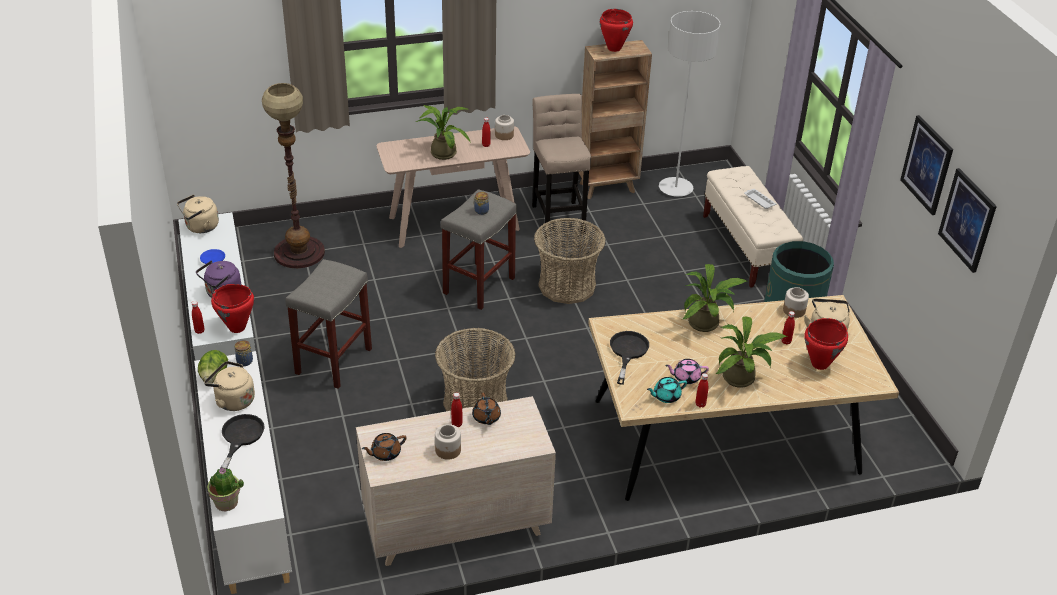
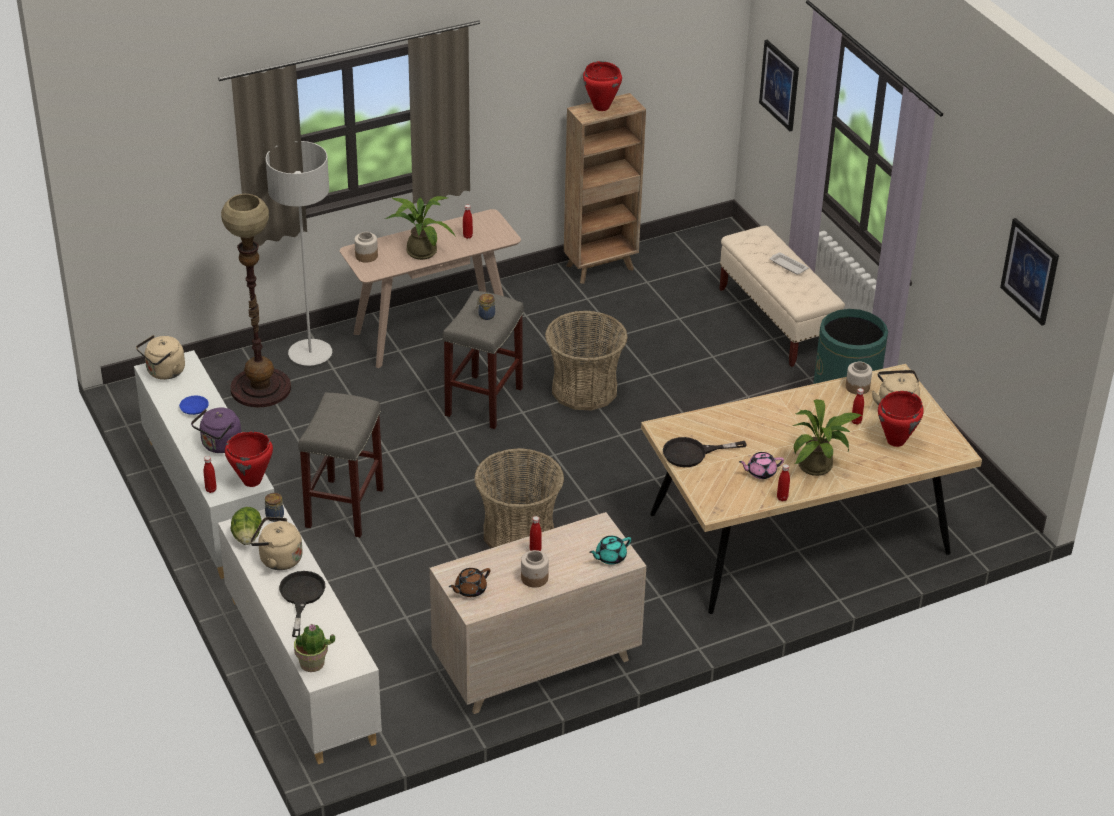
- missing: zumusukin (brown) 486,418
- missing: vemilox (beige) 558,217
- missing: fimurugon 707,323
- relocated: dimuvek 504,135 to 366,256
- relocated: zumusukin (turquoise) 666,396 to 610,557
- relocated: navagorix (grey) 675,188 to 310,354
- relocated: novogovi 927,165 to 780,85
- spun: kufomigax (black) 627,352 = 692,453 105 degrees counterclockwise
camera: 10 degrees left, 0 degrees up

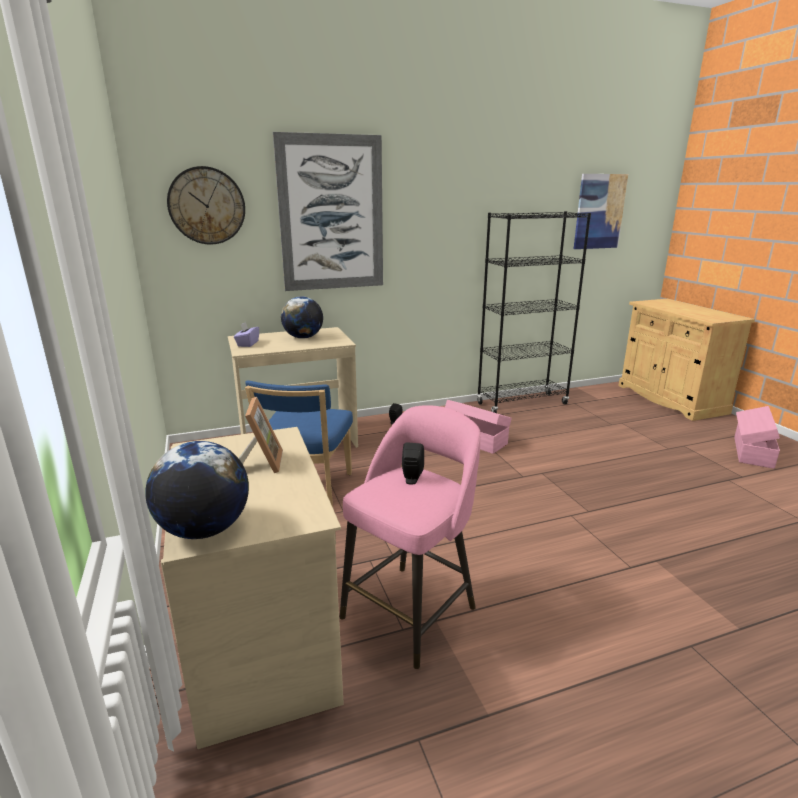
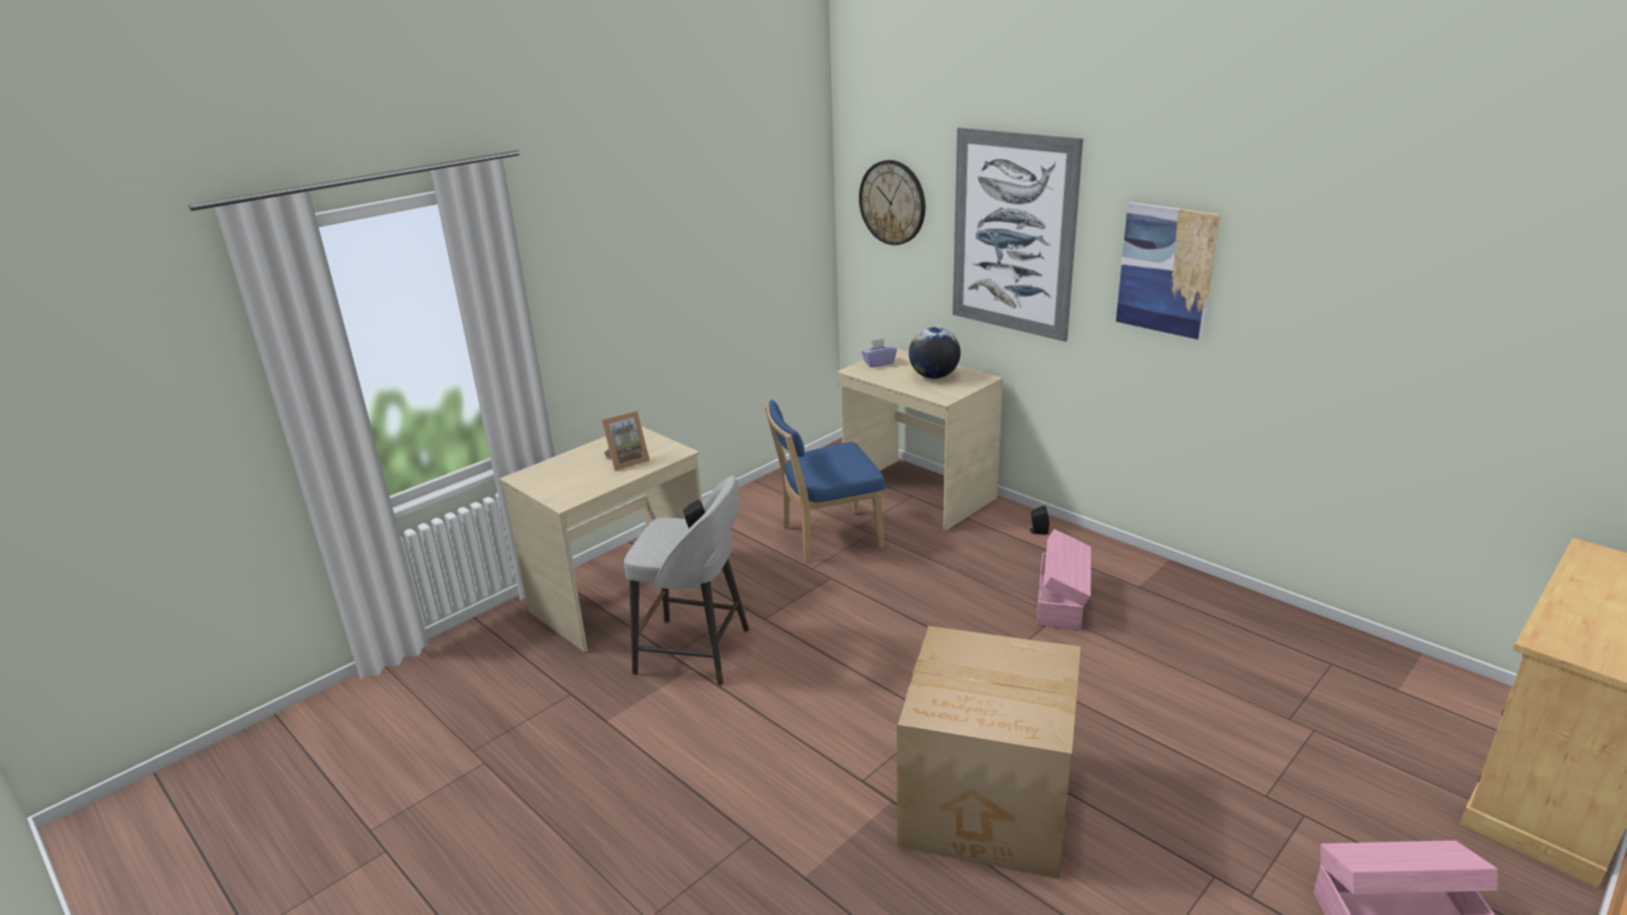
- missing: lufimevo 204,530
- missing: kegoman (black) 522,404
- appeared: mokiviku 989,805
- relocated: novogovi 599,211 to 1166,270
- colour: vemilox (pink) 411,610 to vemilox (grey) 696,652
camera: 65 degrees right, 5 degrees up

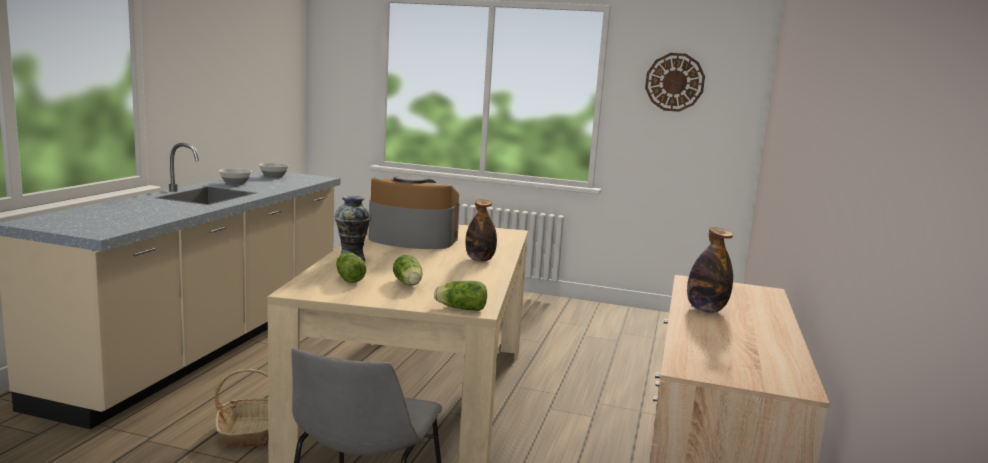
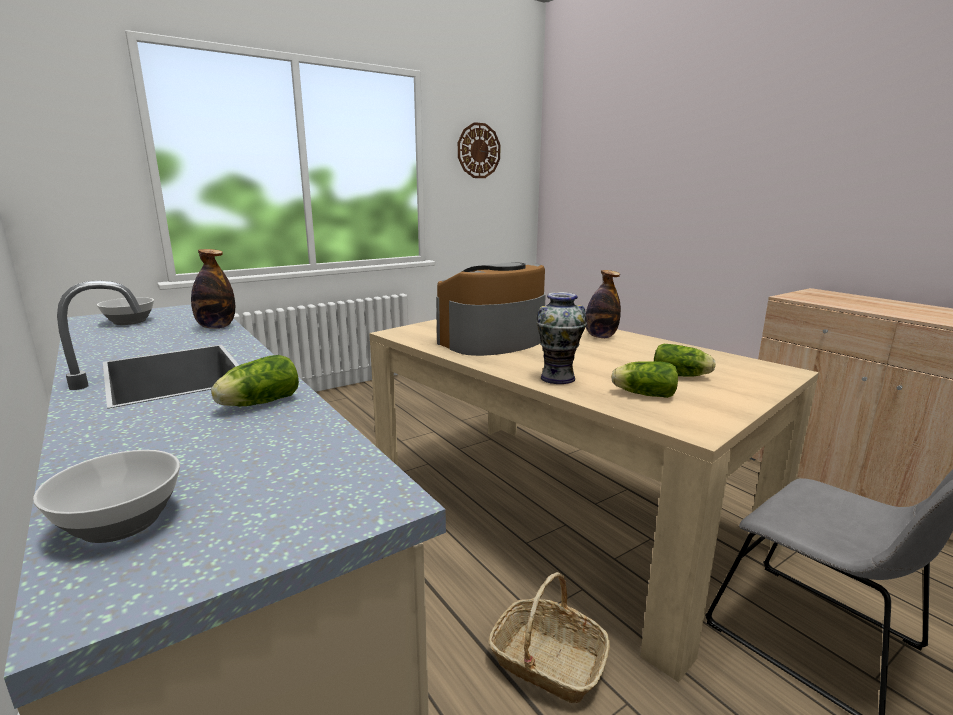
- relocated: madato 235,183 to 120,524
- relocated: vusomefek 460,308 to 257,403
- relocated: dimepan 705,310 to 216,327
camera: 50 degrees left, 5 degrees up

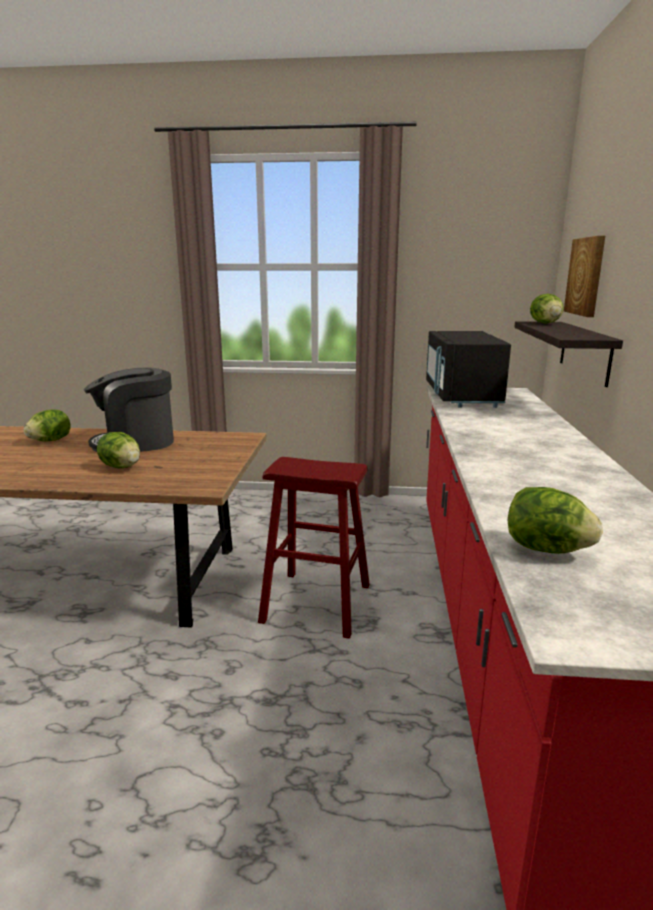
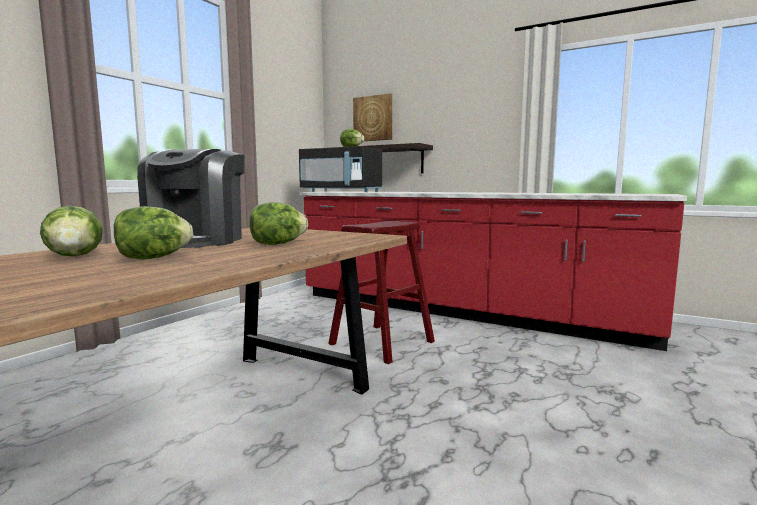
- relocated: vusomefek 546,549 to 153,258
camera: 65 degrees left, 10 degrees down

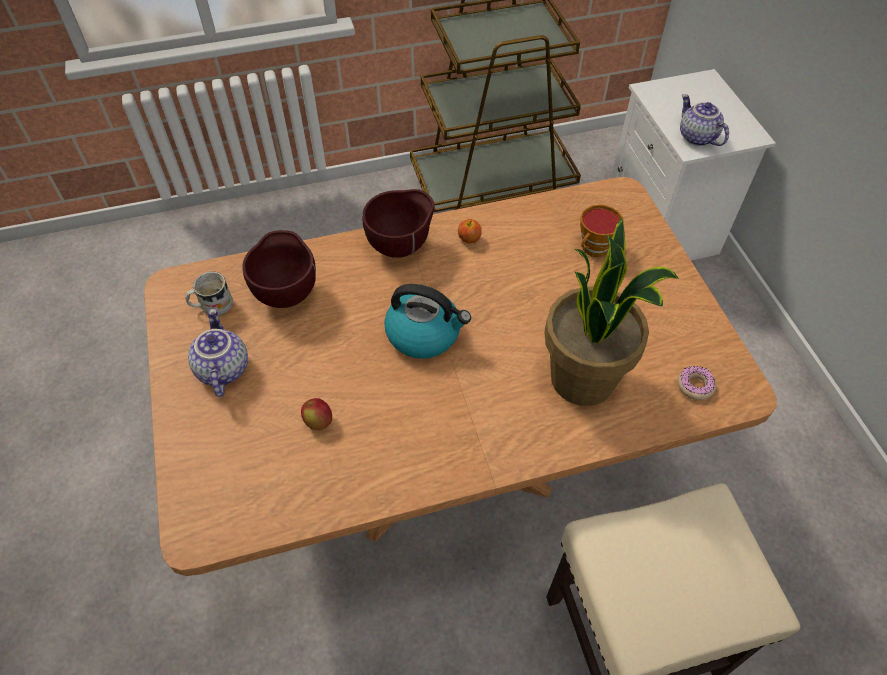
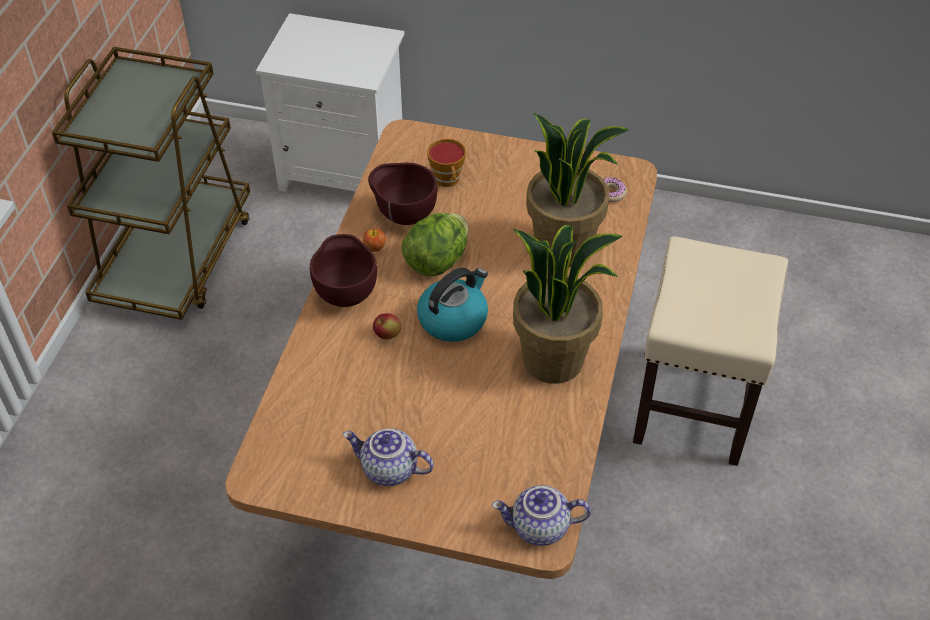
- missing: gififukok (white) 212,306
- appeared: vusomefek 437,261
- appeared: fimurugon 554,359
- relocated: madato (brown) 287,293 to 404,216
- relocated: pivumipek 318,422 to 387,335
- relocated: zumusukin 696,137 to 539,528
camera: 60 degrees left, 5 degrees down

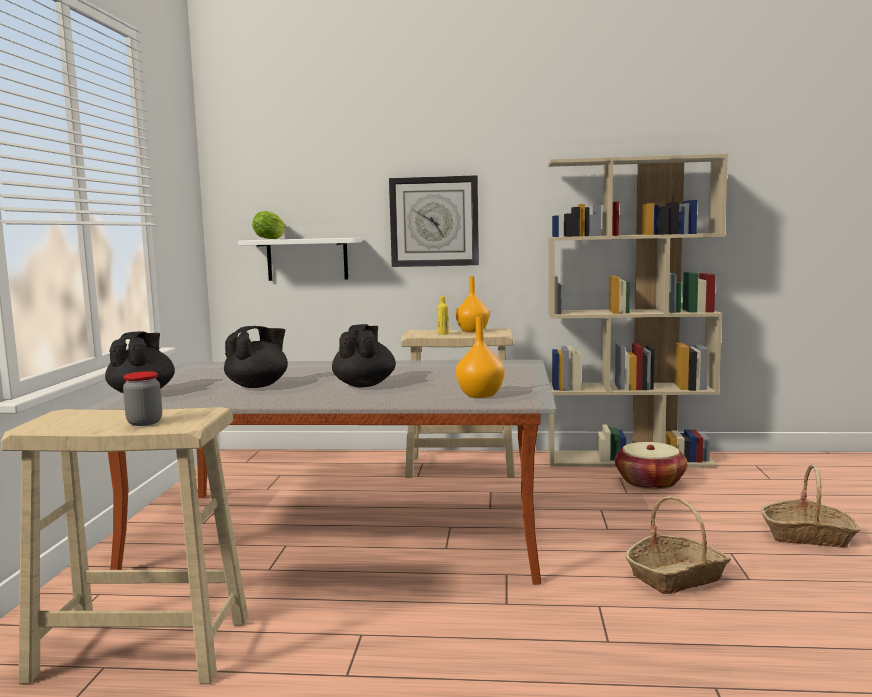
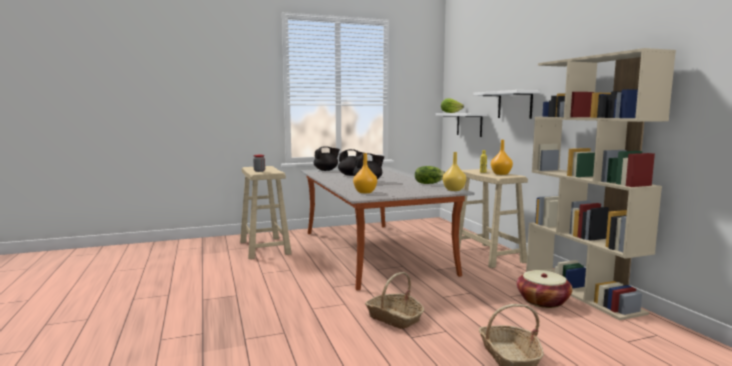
- appeared: vusomefek 428,183
- appeared: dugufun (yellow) 453,190
- exchanged: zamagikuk 434,221 to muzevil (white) 515,105
camera: 65 degrees right, 0 degrees up

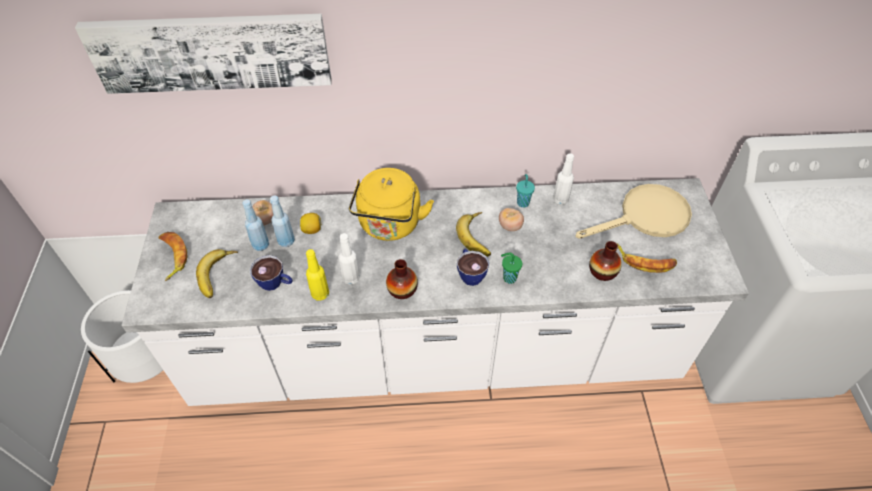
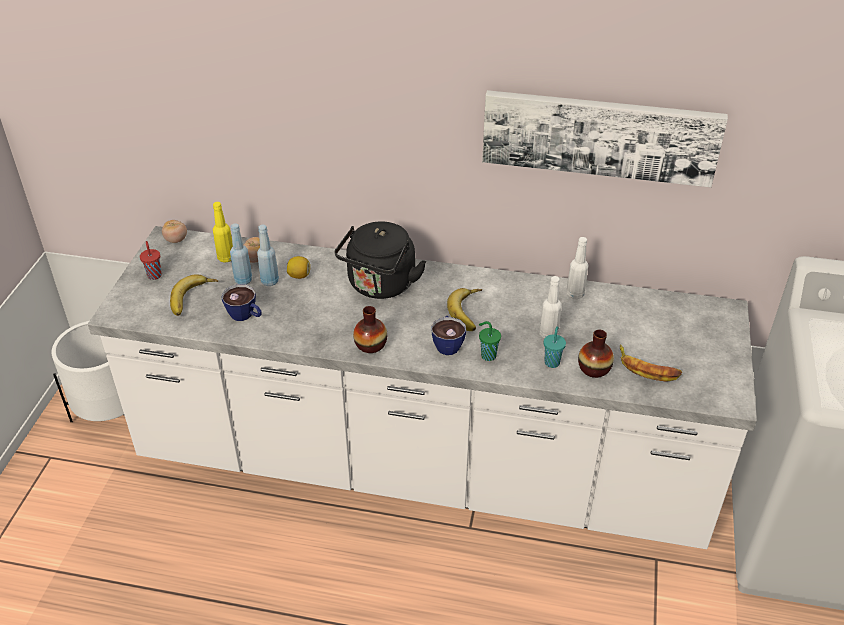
- missing: kufomigax (beige) 645,217
- relocated: novogovi 211,51 to 600,136
- relocated: dimepan (yellow) 320,294 to 226,258
- relocated: dimepan (white) 351,278 to 548,334
- relocated: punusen 510,226 to 176,240
- relocated: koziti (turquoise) 523,202 to 552,362
- exchanged: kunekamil 172,257 to koziti (red) 154,275
- colour: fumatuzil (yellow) 390,226 to fumatuzil (black) 380,286
camera: 15 degrees right, 10 degrees down

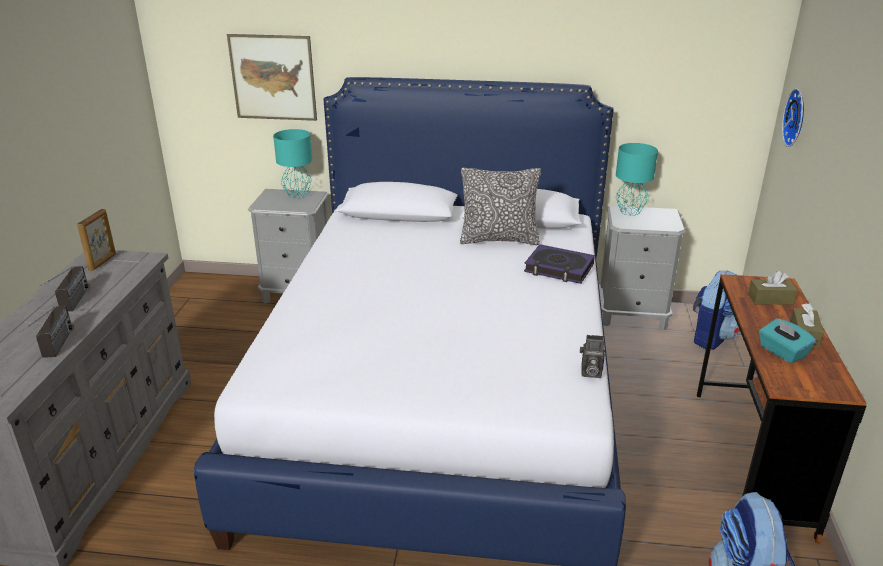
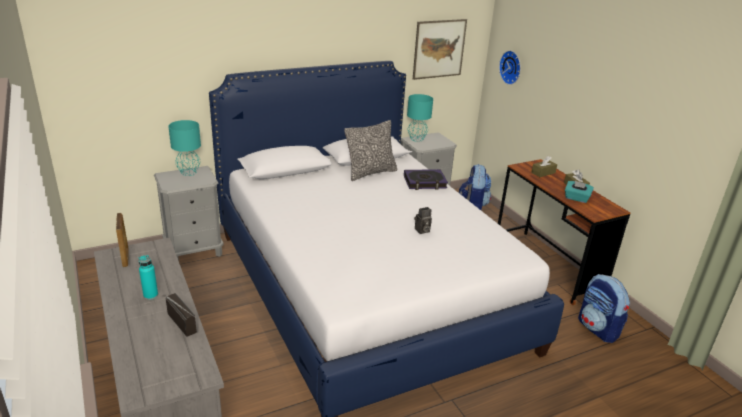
- relocated: novogovi 273,77 to 439,49
- relocated: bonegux 589,372 to 422,231
- exchanged: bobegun 71,305 to dimepan (turquoise) 150,295
camera: 35 degrees left, 0 degrees up

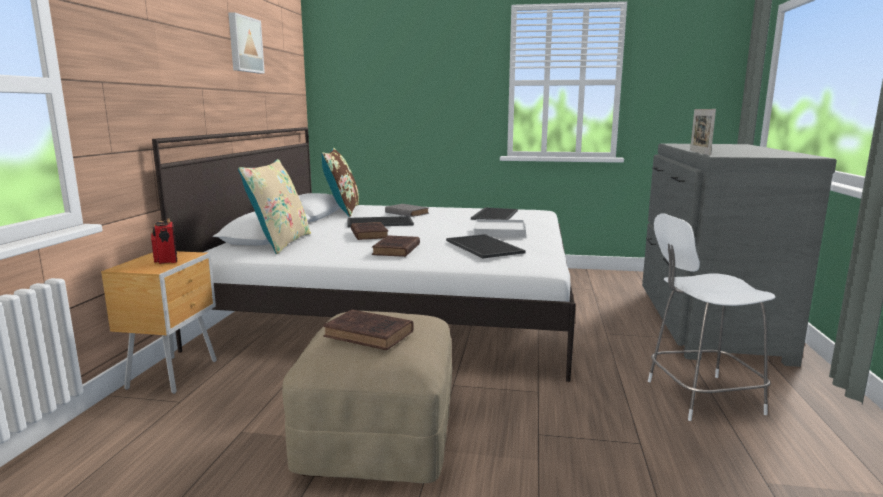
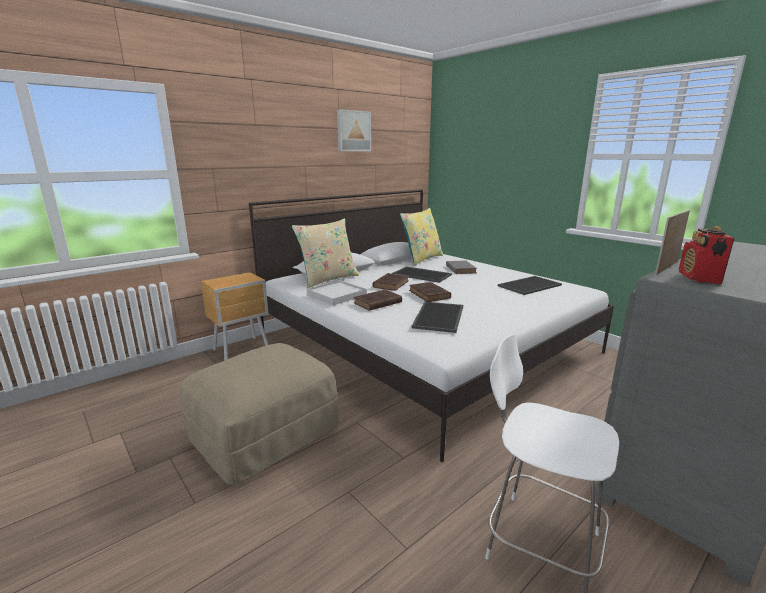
- relocated: bobegun 166,260 to 699,278
- relocated: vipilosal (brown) 370,334 to 430,295
- relocated: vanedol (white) 499,231 to 336,295
- colour: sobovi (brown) 342,210 to sobovi (yellow) 421,258
camera: 40 degrees right, 5 degrees up

